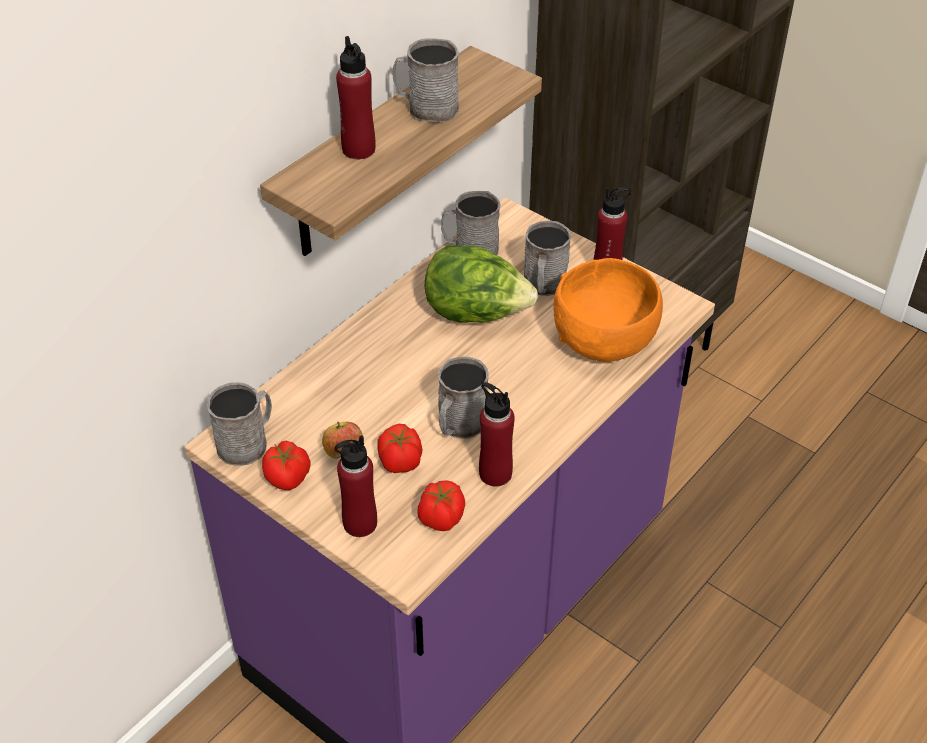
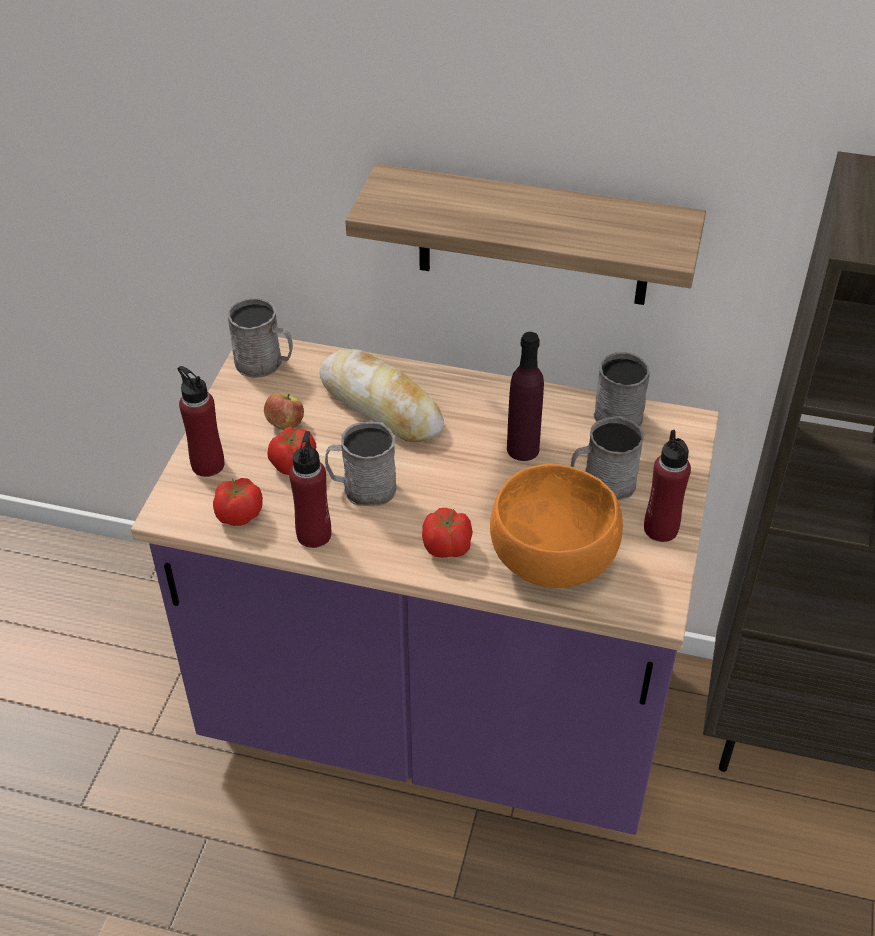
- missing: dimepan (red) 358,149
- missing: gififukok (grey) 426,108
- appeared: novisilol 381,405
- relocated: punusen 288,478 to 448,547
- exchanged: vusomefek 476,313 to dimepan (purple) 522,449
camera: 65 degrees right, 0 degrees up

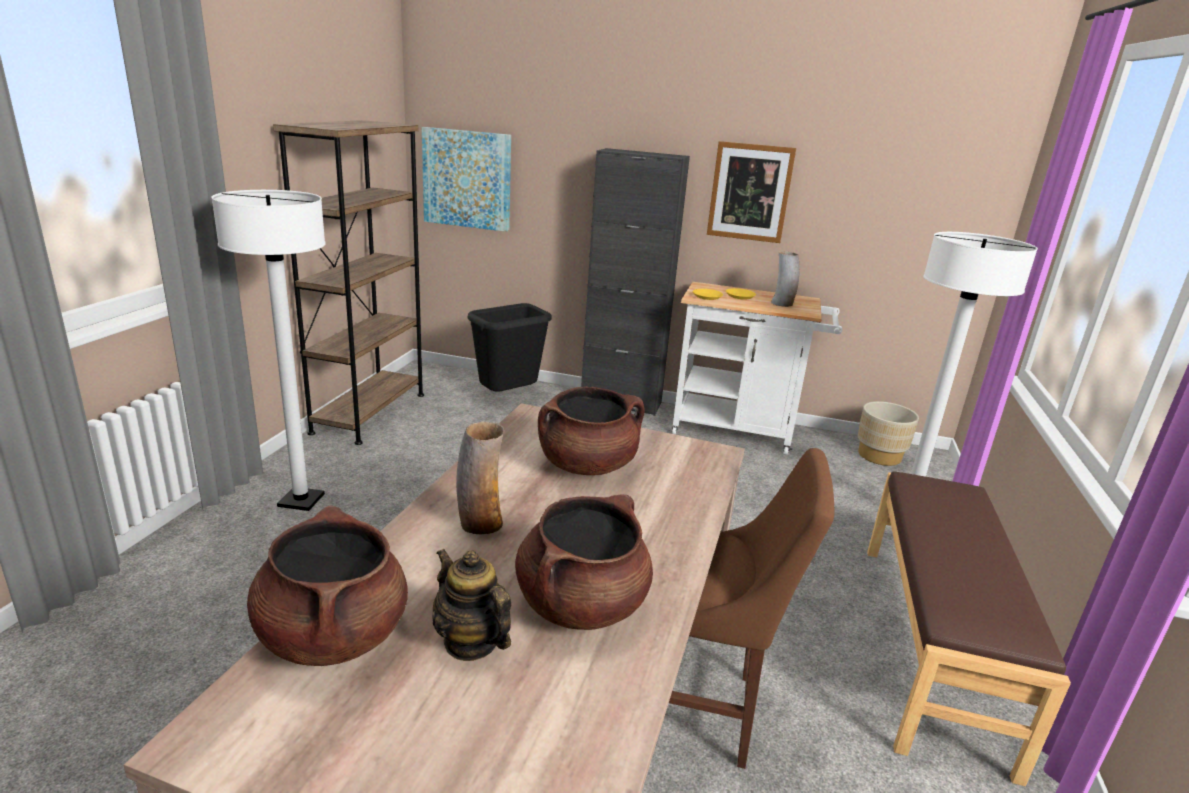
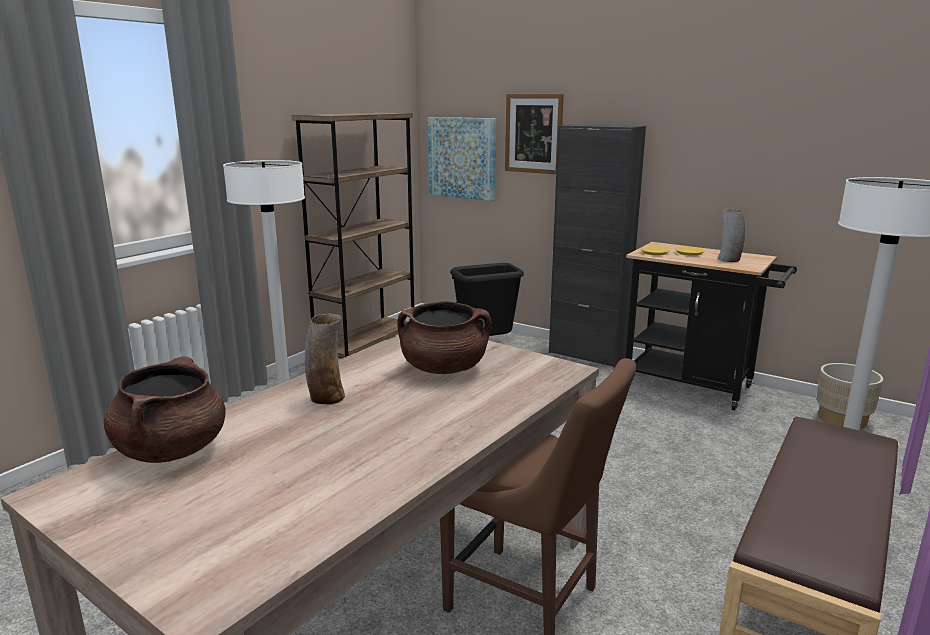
- missing: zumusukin 471,642
- missing: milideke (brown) 581,604
- relocated: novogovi 750,192 to 533,133
- colour: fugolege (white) 740,432 to fugolege (black) 695,387
camera: 20 degrees right, 5 degrees down

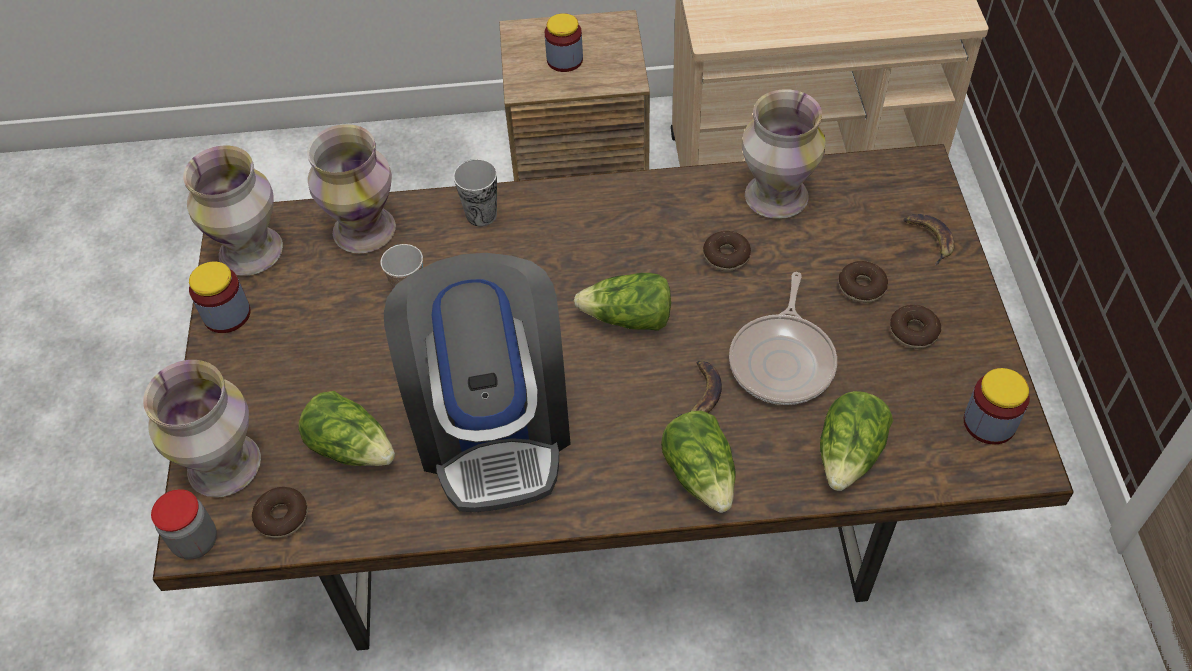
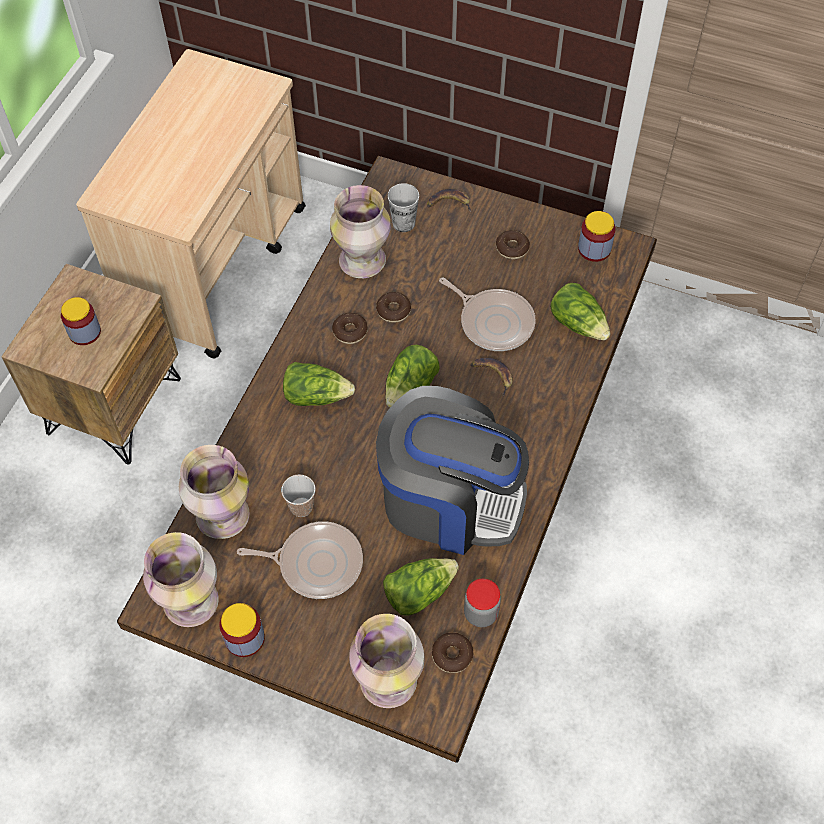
- appeared: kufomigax 316,563
- relocated: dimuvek 196,541 to 481,613
- relocated: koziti 481,215 to 403,223
- relocated: vusomefek 701,474 to 316,395
- relocated: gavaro 861,287 to 350,332
camera: 65 degrees left, 5 degrees up

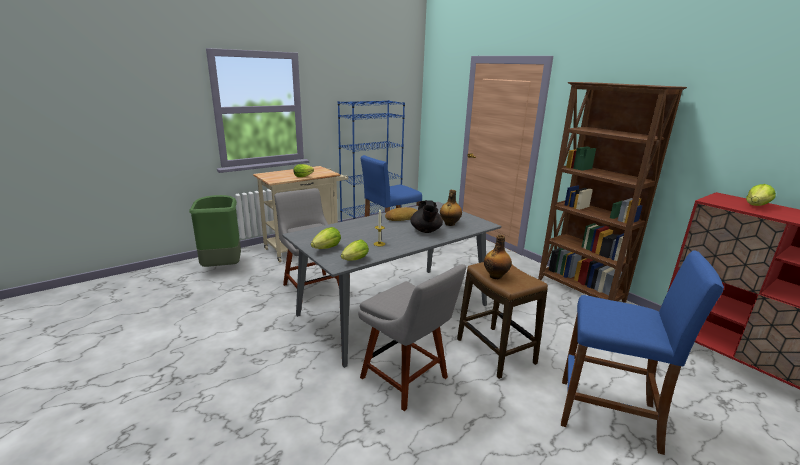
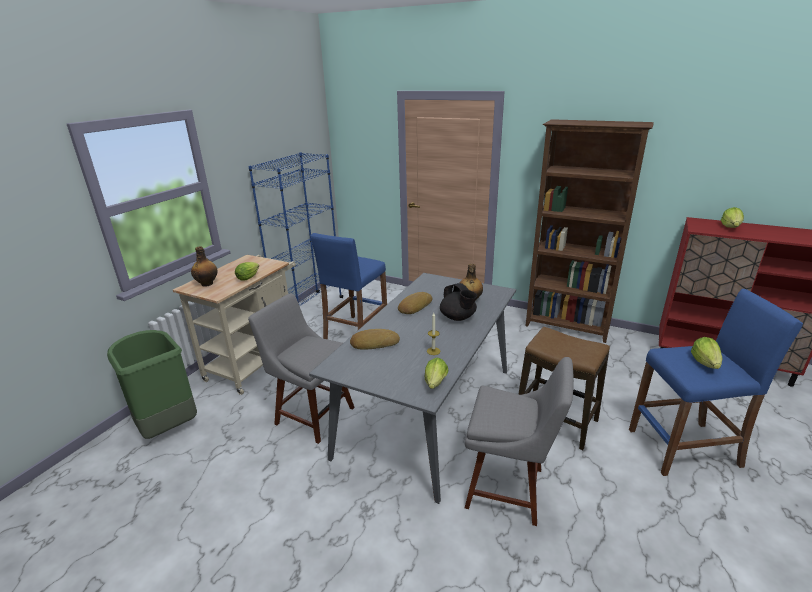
- appeared: novisilol 374,343
- relocated: vusomefek 327,248 to 705,363
- relocated: dimepan 496,276 to 207,284
camera: 25 degrees left, 5 degrees up

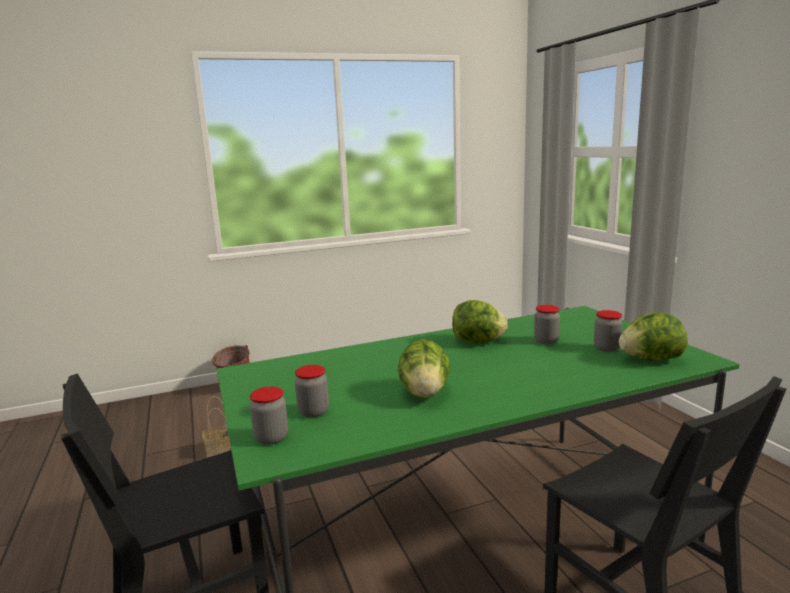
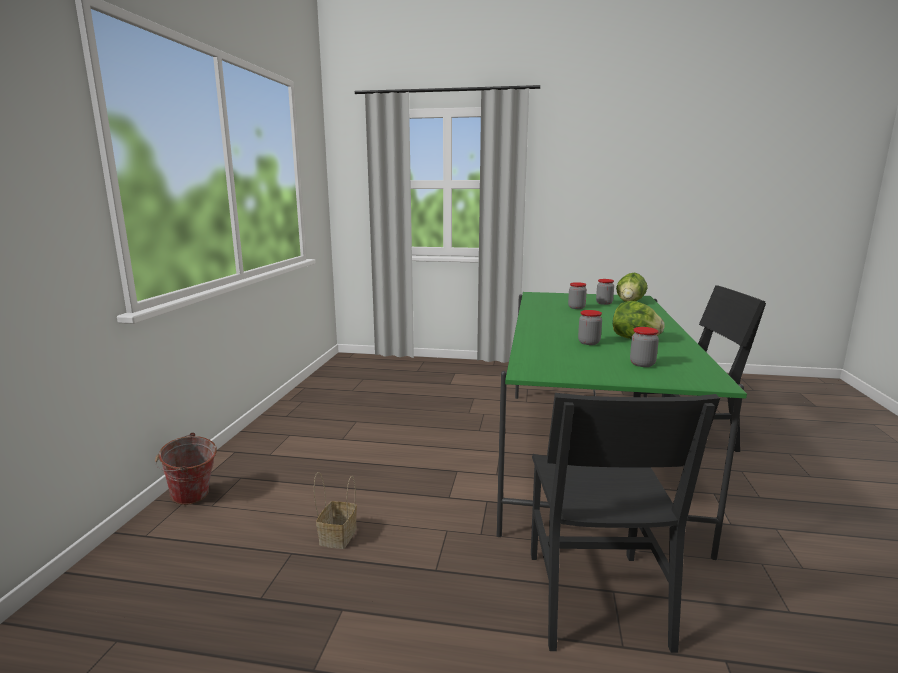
- missing: vusomefek 478,341
- relocated: dimuvek 271,438 to 589,342
camera: 60 degrees left, 0 degrees up

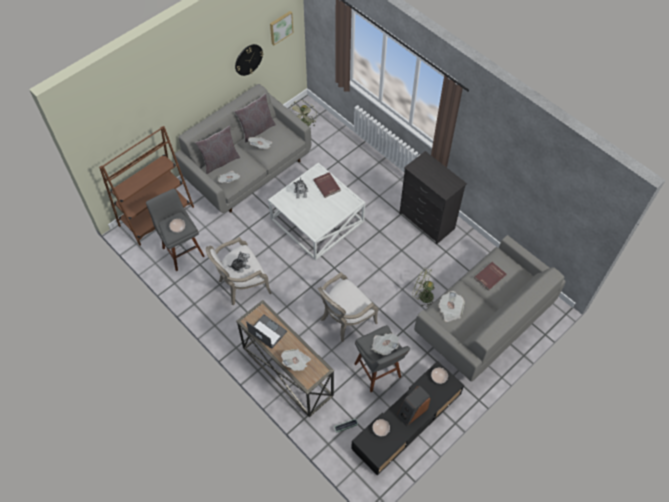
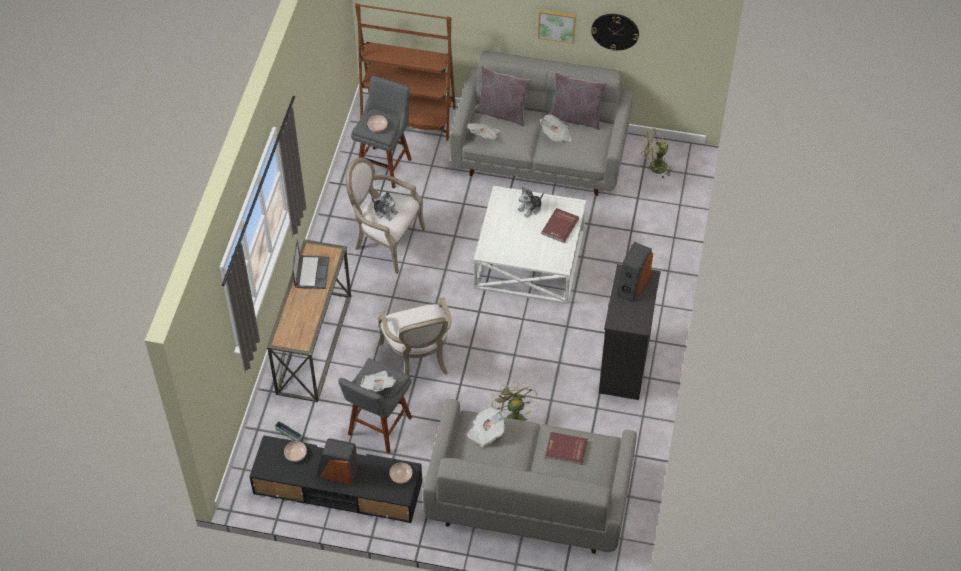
- missing: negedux 296,362
- appeared: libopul 632,286
- relocated: novogovi 280,27 to 557,25
- spun: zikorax 344,320 = 419,359 120 degrees counterclockwise
camera: 55 degrees right, 5 degrees down

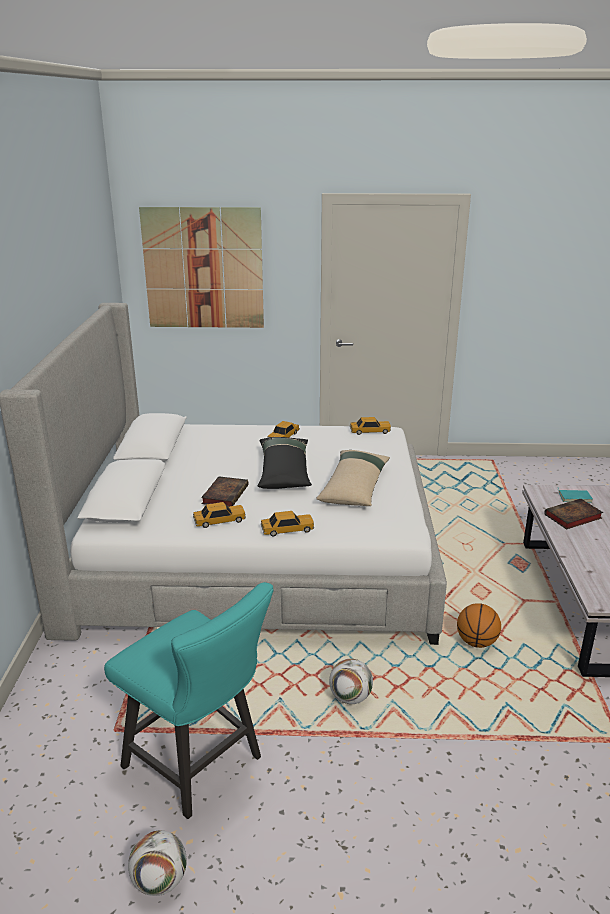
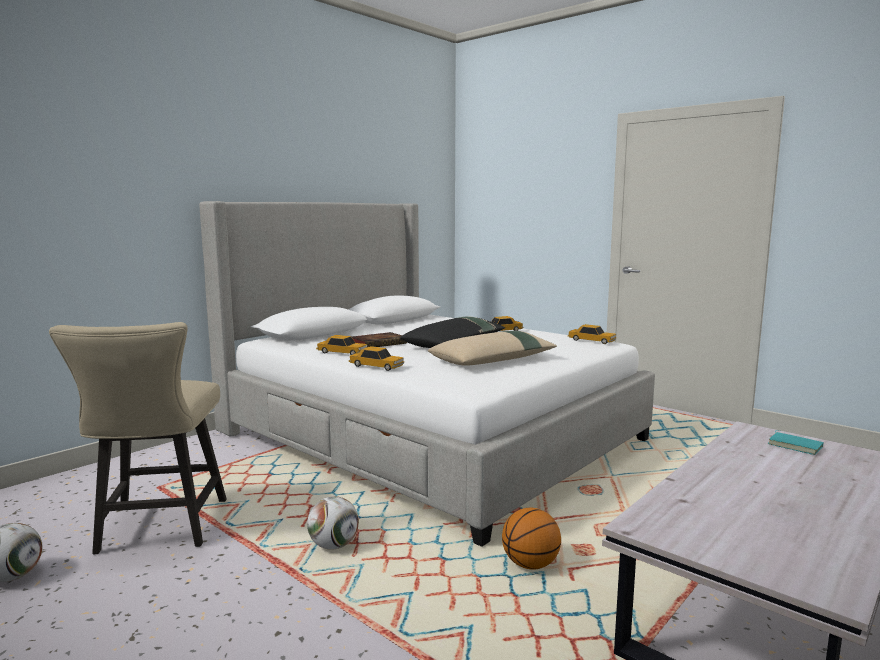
- missing: novogovi 203,269
- missing: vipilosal 572,517
- colour: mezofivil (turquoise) 200,765 to mezofivil (beige) 159,530
camera: 40 degrees right, 15 degrees down

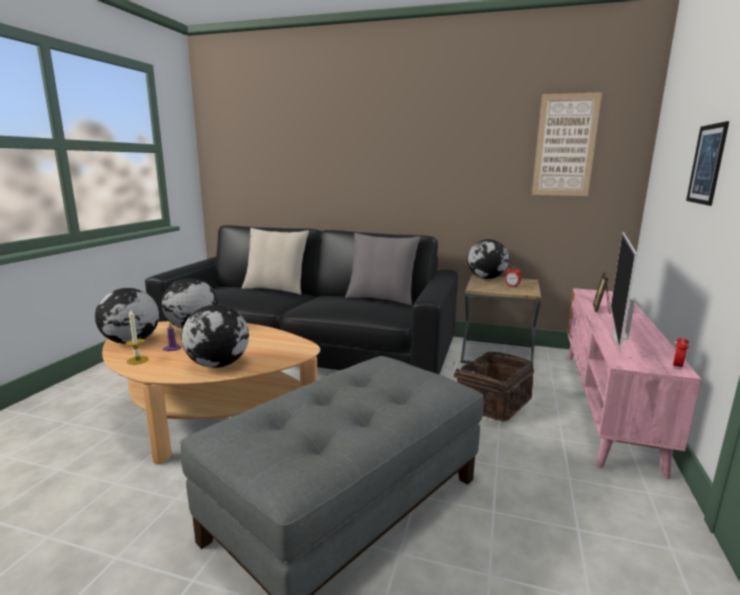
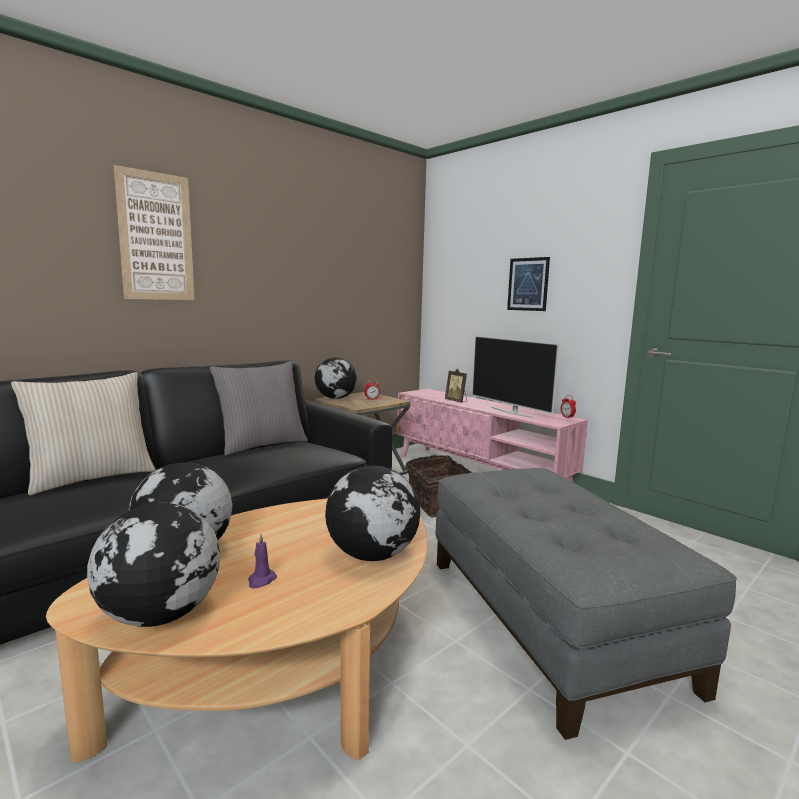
- missing: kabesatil 137,360
- relocated: novogovi 565,145 to 156,237
camera: 60 degrees left, 5 degrees down

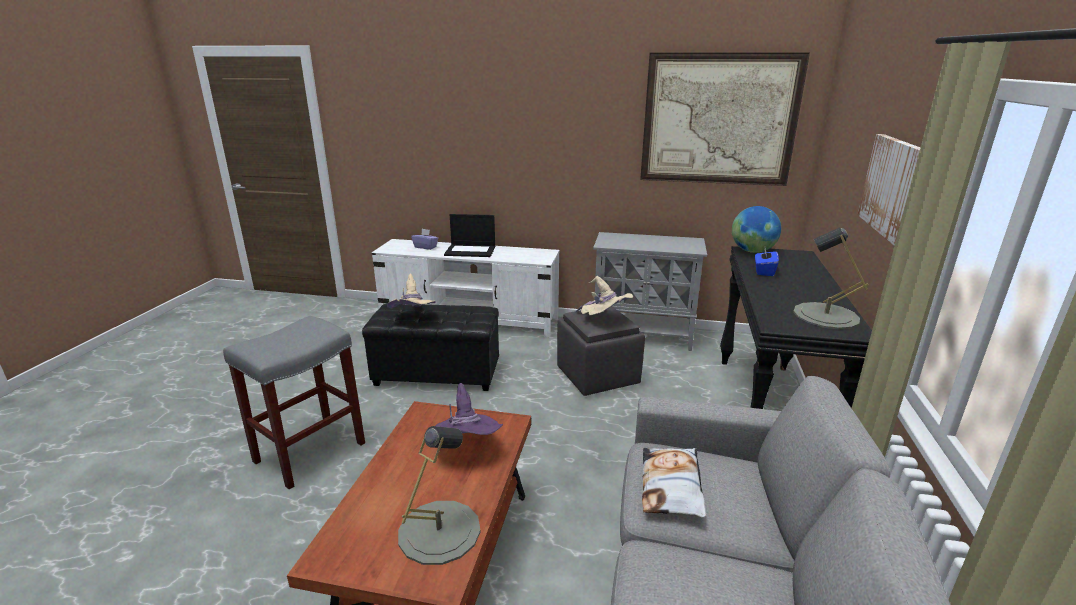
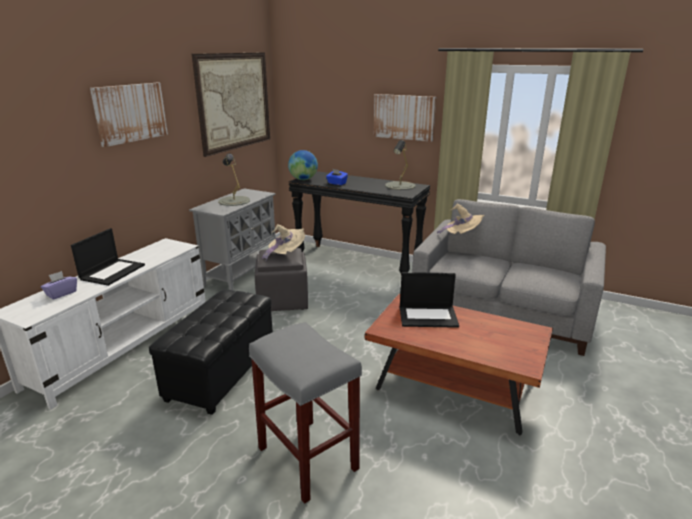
- missing: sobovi 672,486
- appeared: novogovi 130,113
- relocated: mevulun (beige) 414,319 to 462,236
- relocated: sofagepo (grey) 439,531 to 234,201
- exchanged: mevulun (purple) 466,447 to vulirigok 428,316
camera: 75 degrees left, 0 degrees up

